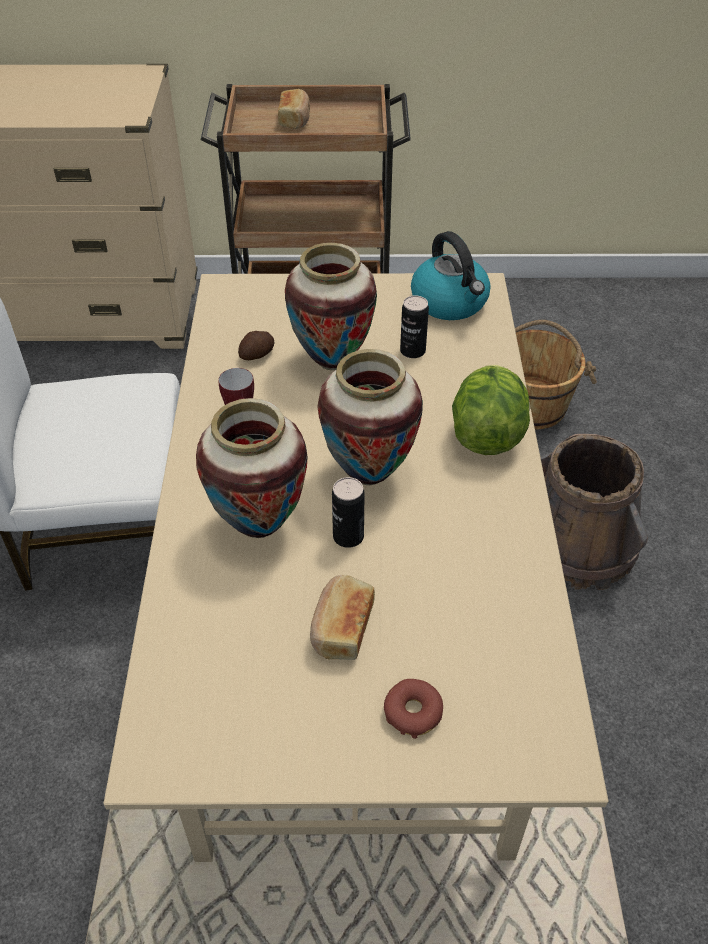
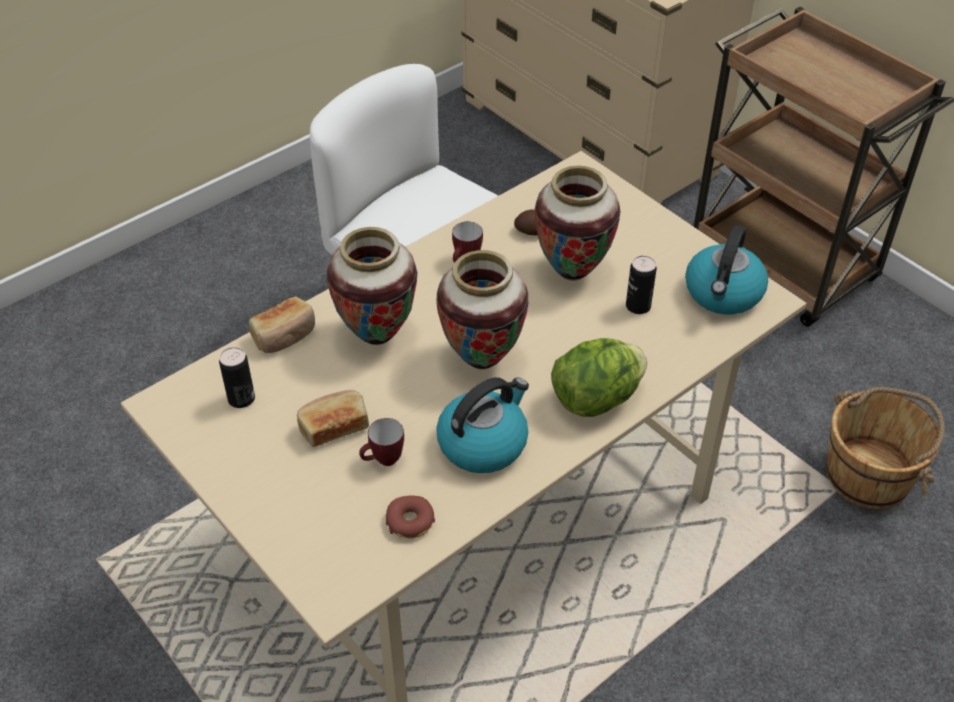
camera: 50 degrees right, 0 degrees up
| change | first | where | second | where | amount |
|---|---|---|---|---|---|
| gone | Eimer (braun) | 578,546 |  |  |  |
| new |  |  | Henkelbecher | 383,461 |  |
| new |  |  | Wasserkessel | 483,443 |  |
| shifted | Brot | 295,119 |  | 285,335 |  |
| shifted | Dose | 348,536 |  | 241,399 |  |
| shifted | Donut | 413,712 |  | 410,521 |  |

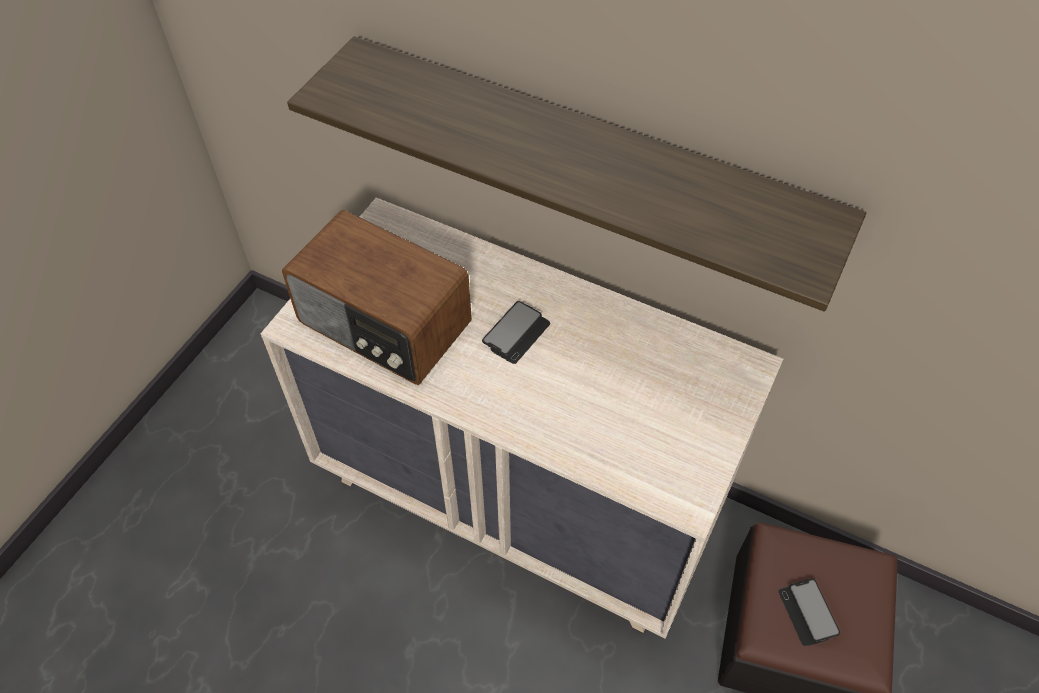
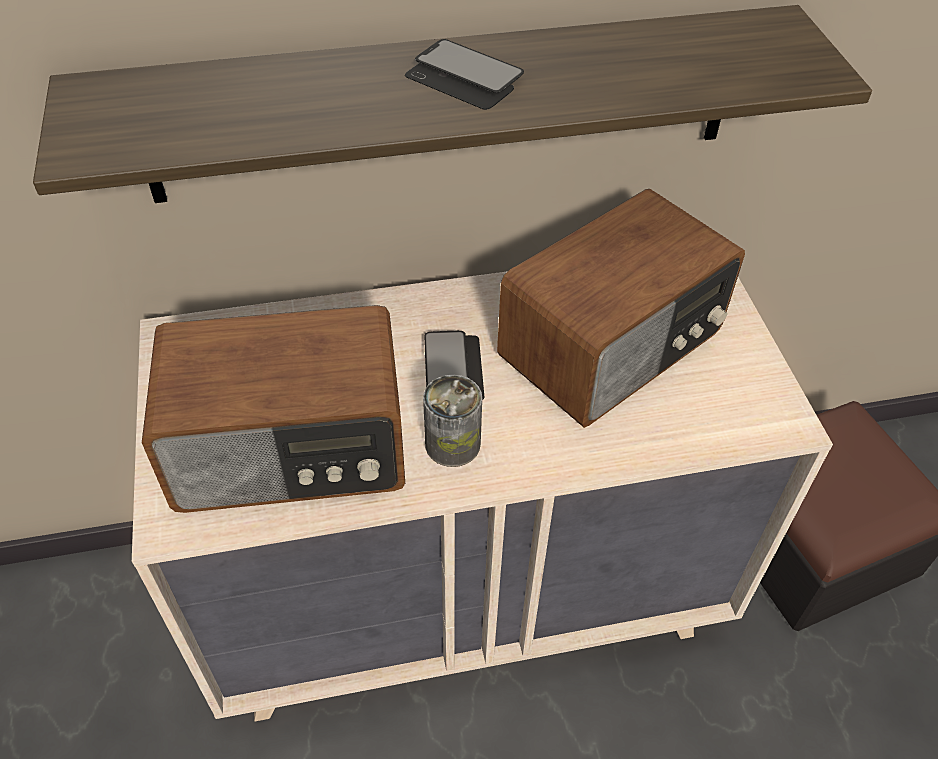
camera: 40 degrees left, 5 degrees down
| change | first | where | second | where | amount |
|---|---|---|---|---|---|
| new |  |  | Dose | 452,444 |  |
| new |  |  | Radio | 614,345 |  |
| shifted | Handy | 808,612 |  | 464,78 |  |

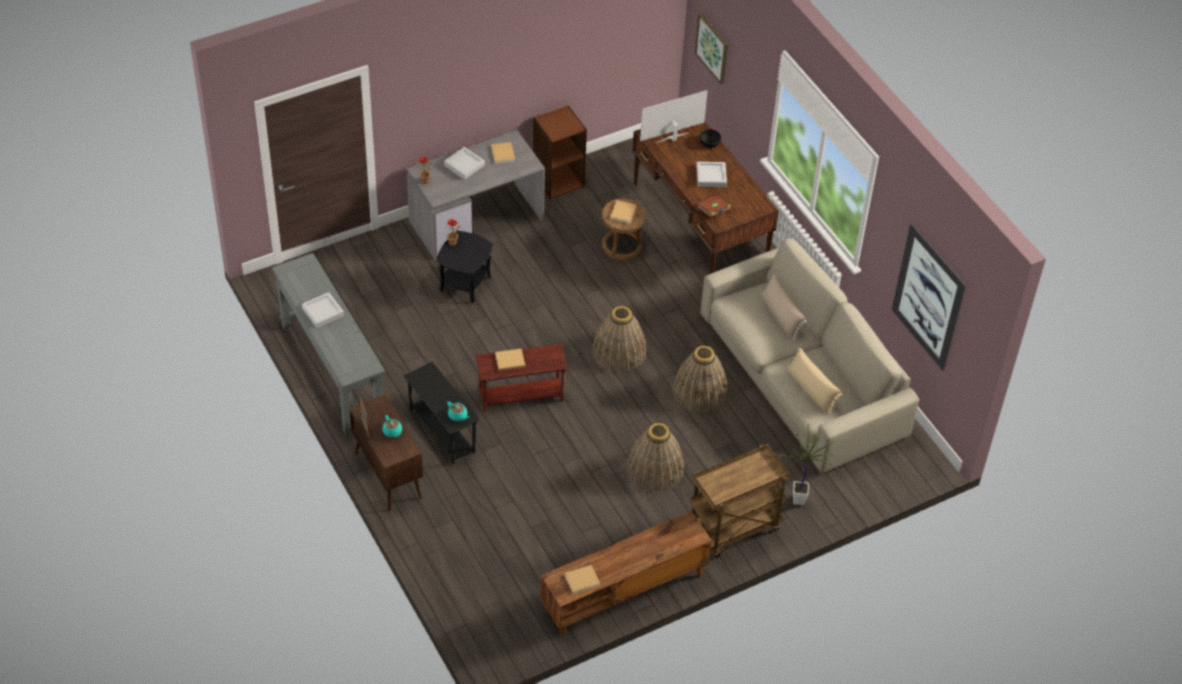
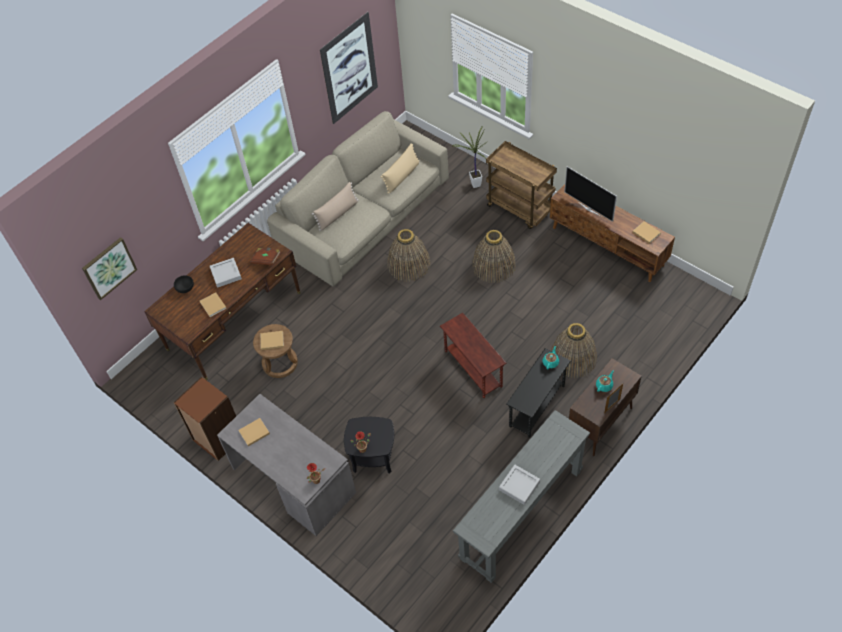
camera: 105 degrees left, 5 degrees up
| change | first | where | second | where | amount |
|---|---|---|---|---|---|
| gone | Tablett (grau) | 464,165 |  |  |  |
| shifted | Buch (beige) | 509,360 |  | 213,306 |  |
| shifted | Korb | 619,351 |  | 573,358 |  |
| shifted | Fernseher | 673,138 |  | 589,208 |  |

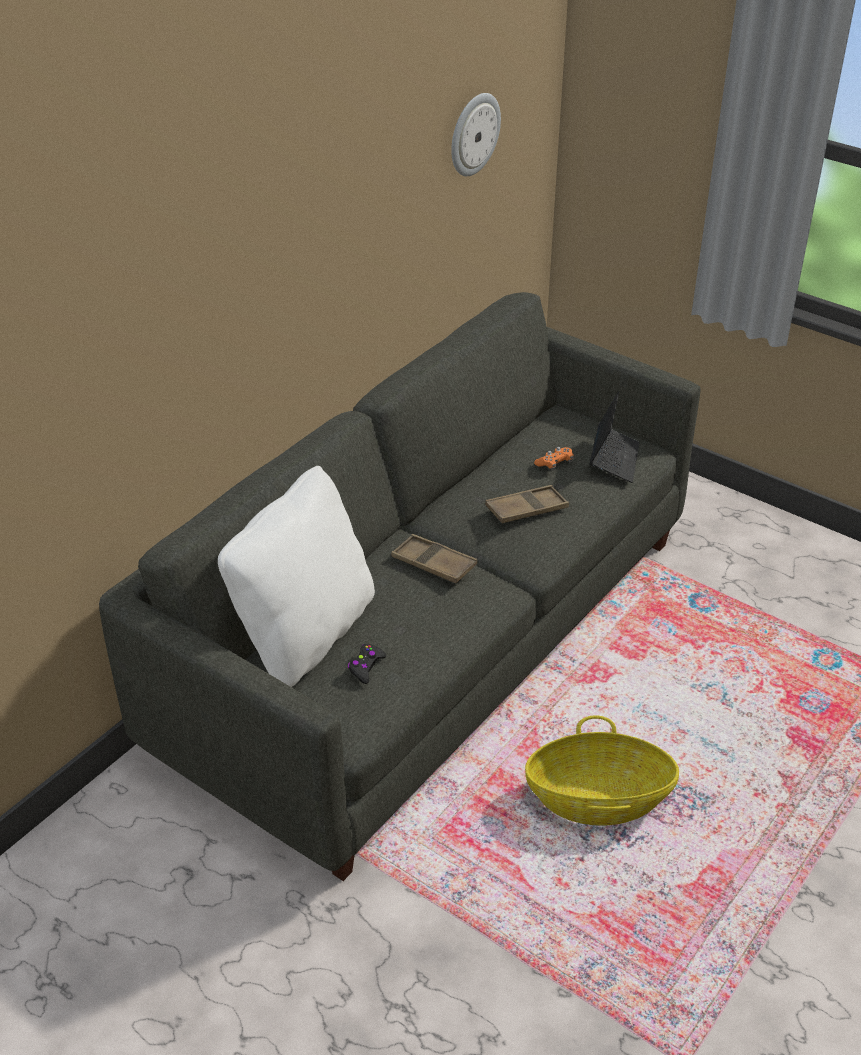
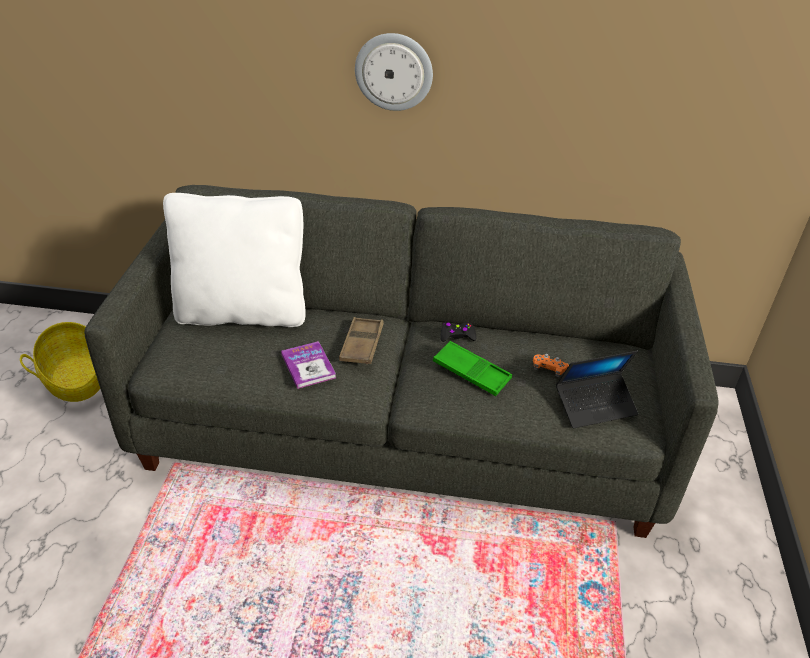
camera: 60 degrees right, 0 degrees up
| change | first | where | second | where | amount |
|---|---|---|---|---|---|
| new |  |  | Buch | 308,366 |  |
| shifted | Gamepad (schwarz) | 366,667 |  | 457,335 |  |
| shifted | Wanduhr | 473,134 |  | 394,72 |  |
| shifted | Korb | 598,799 |  | 77,379 |  |
| repainted | Tablett (braun) | 526,509 | Tablett (grün) | 471,372 |  |

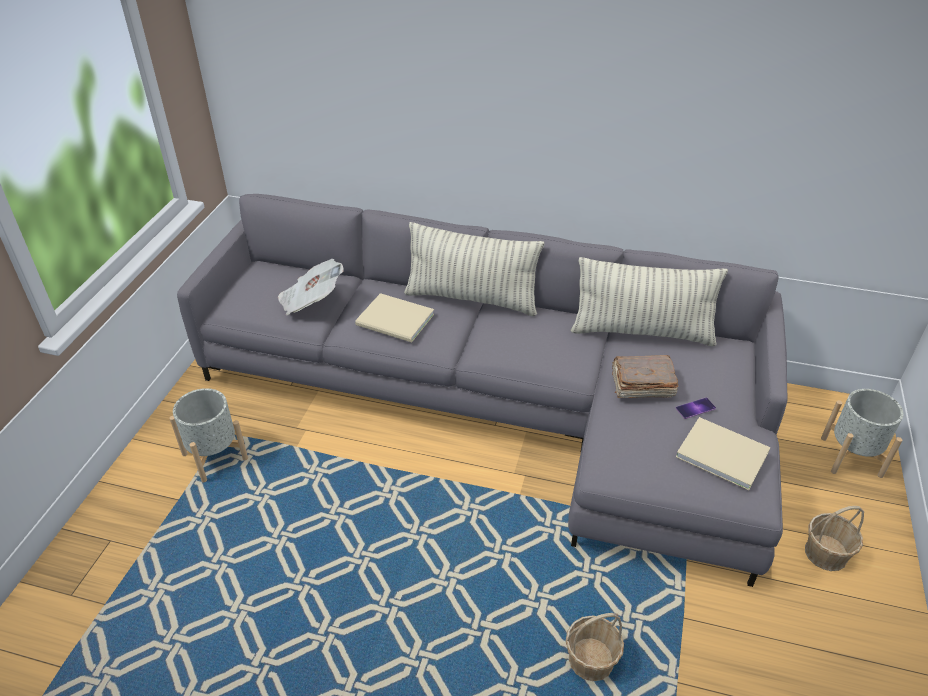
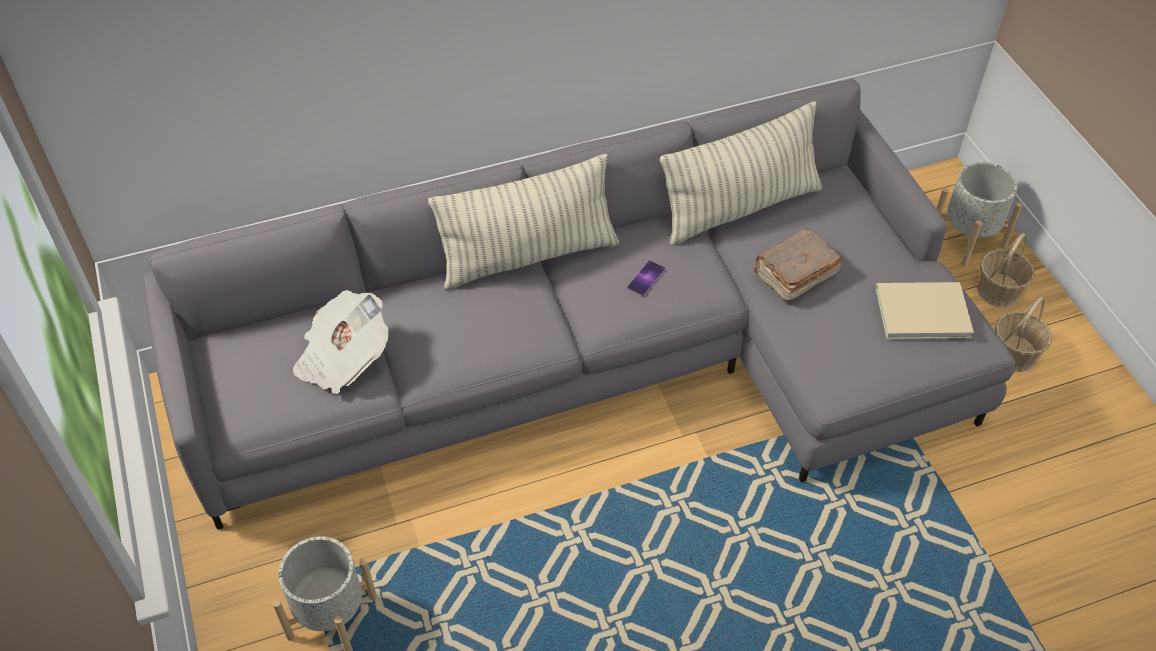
camera: 35 degrees left, 10 degrees up
| change | first | where | second | where | amount |
|---|---|---|---|---|---|
| gone | Buch (beige) | 396,321 |  |  |  |
| shifted | Korb | 591,660 |  | 999,291 |  |
| shifted | Handy | 695,408 |  | 646,278 |  |

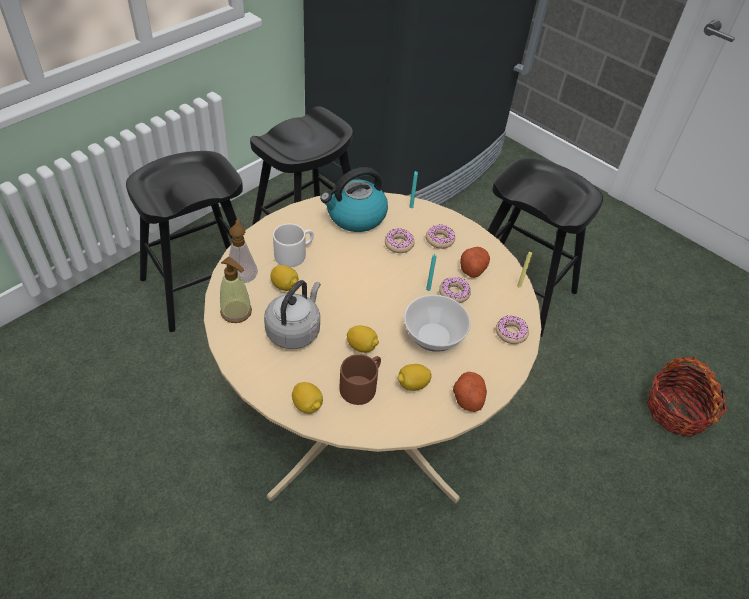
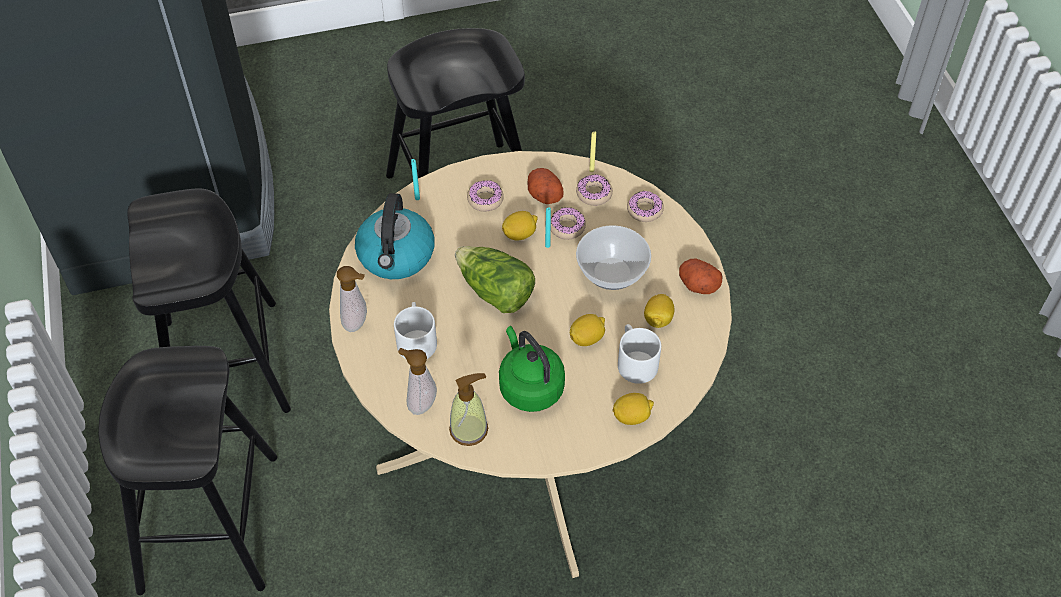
camera: 55 degrees left, 5 degrees up
| change | first | where | second | where | amount |
|---|---|---|---|---|---|
| gone | Korb | 676,410 |  |  |  |
| new |  |  | Seifenspender | 358,323 |  |
| new |  |  | Salatkopf | 495,292 |  |
| shifted | Zitrone | 285,286 |  | 520,234 |  |
| shifted | Donut | 399,244 |  | 594,194 |  |
| repainted | Wasserkessel (grau) | 295,330 | Wasserkessel (grün) | 529,386 |  |
| repainted | Henkelbecher (braun) | 361,385 | Henkelbecher (weiß) | 634,361 |  |

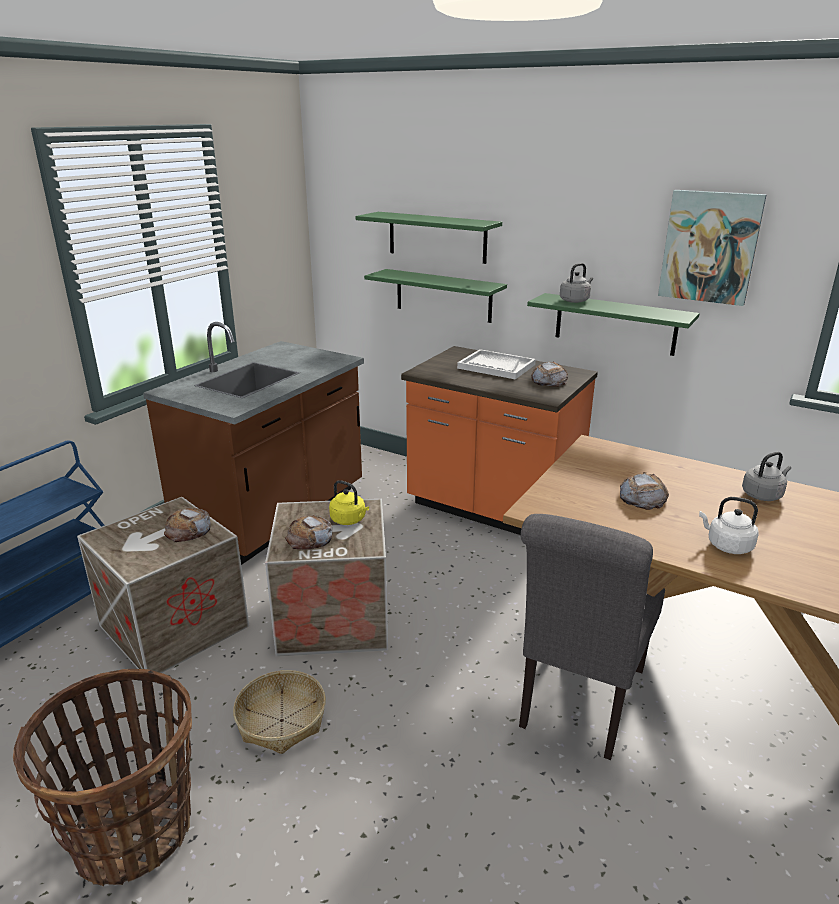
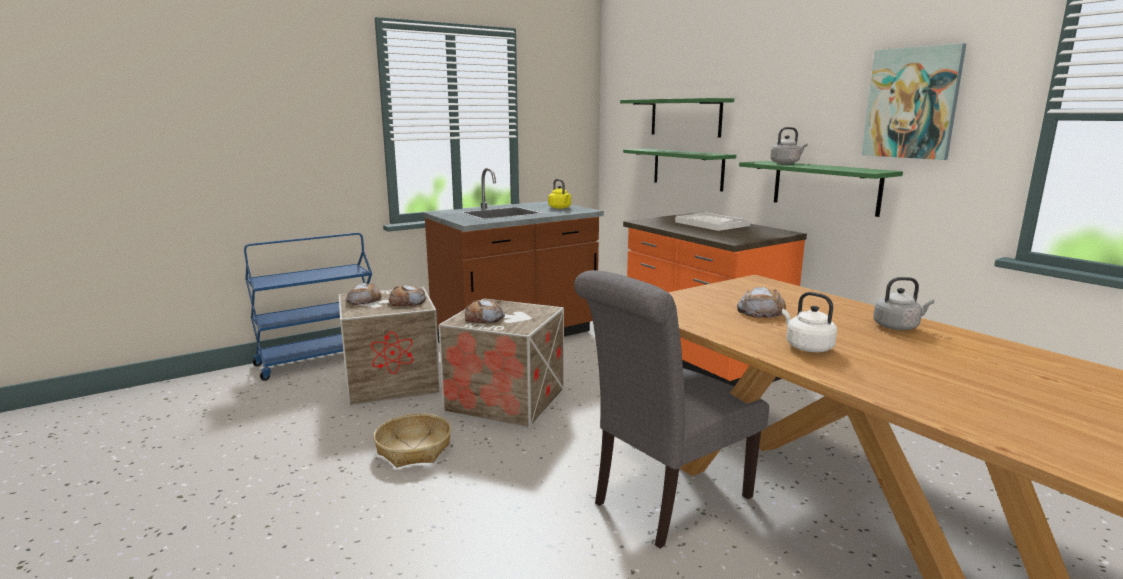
camera: 25 degrees right, 10 degrees down
| change | first | where | second | where | amount |
|---|---|---|---|---|---|
| gone | Korb | 133,832 |  |  |  |
| shifted | Wasserkessel (gelb) | 349,520 |  | 560,208 |  |
| shifted | Brot | 549,380 |  | 364,300 |  |

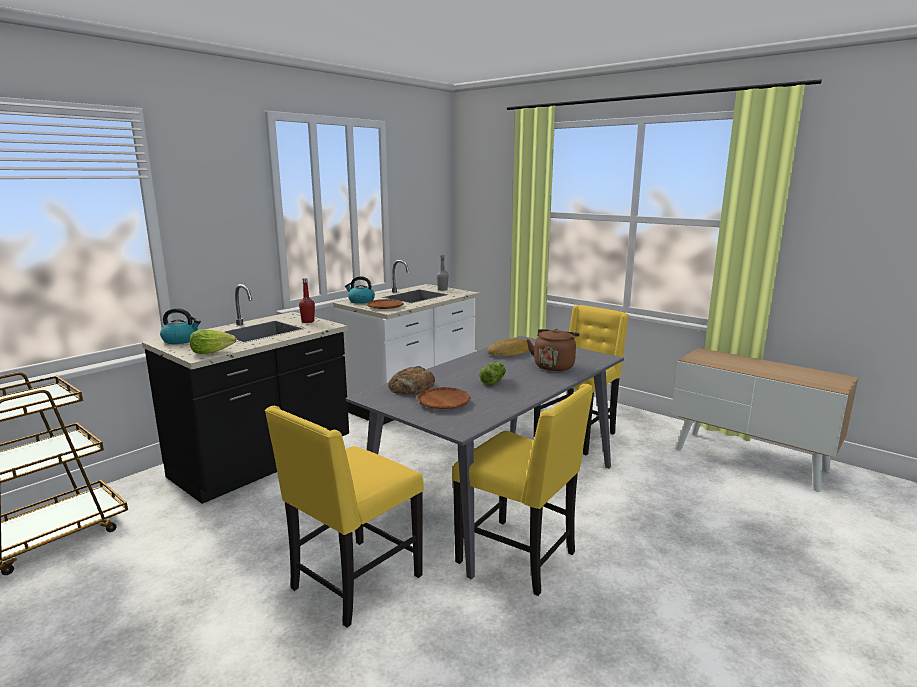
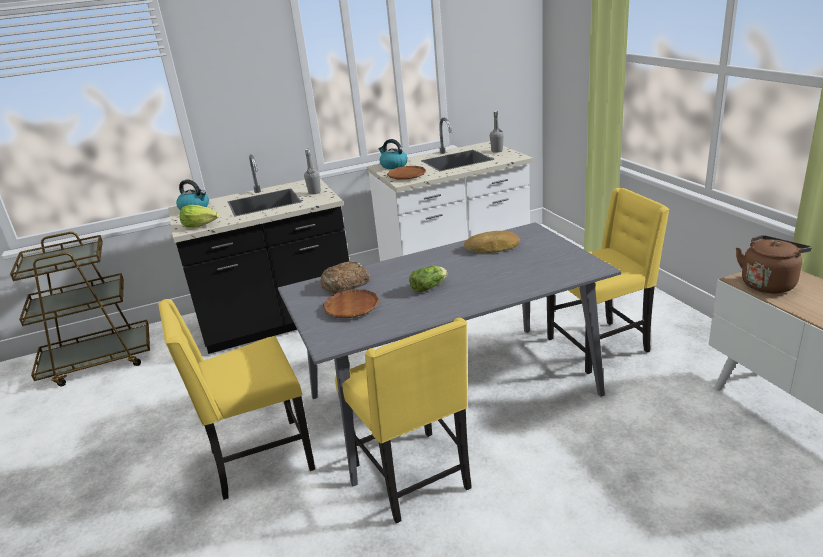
camera: 30 degrees right, 10 degrees up
| change | first | where | second | where | amount |
|---|---|---|---|---|---|
| shifted | Wasserkessel (braun) | 554,366 |  | 769,283 |  |
| repainted | Flasche (rot) | 308,321 | Flasche (grau) | 314,192 |  |

